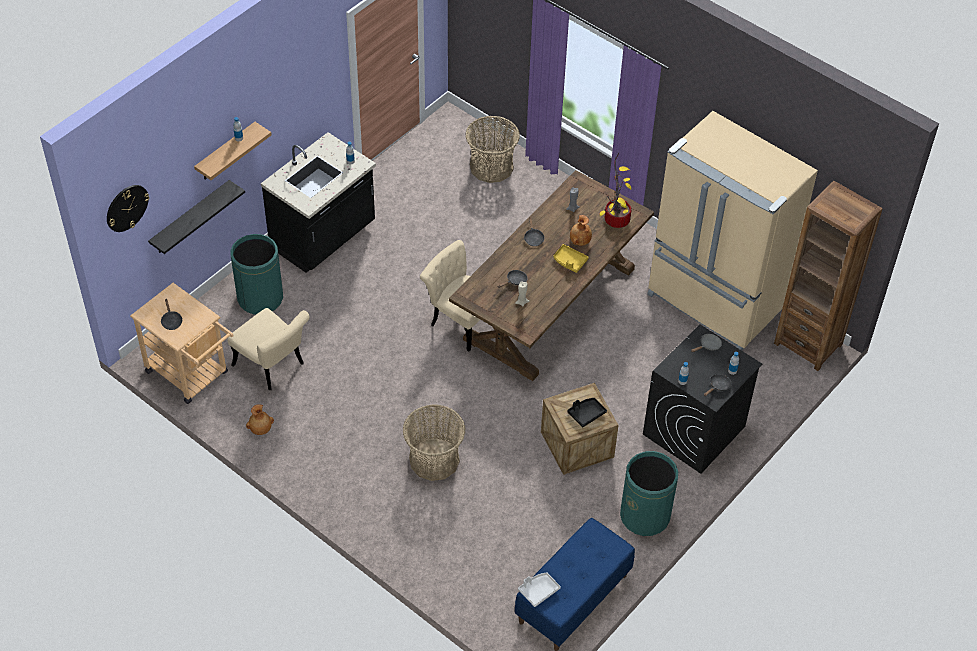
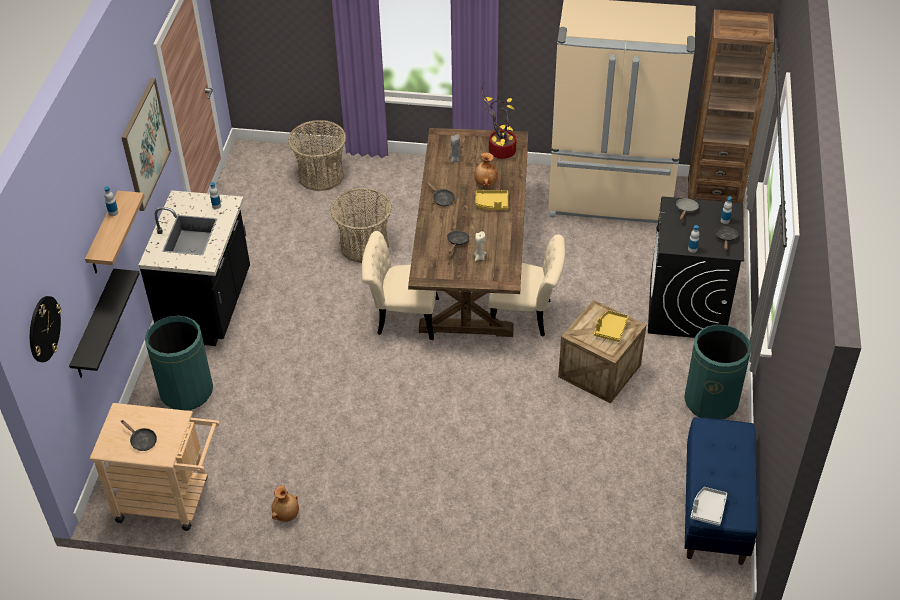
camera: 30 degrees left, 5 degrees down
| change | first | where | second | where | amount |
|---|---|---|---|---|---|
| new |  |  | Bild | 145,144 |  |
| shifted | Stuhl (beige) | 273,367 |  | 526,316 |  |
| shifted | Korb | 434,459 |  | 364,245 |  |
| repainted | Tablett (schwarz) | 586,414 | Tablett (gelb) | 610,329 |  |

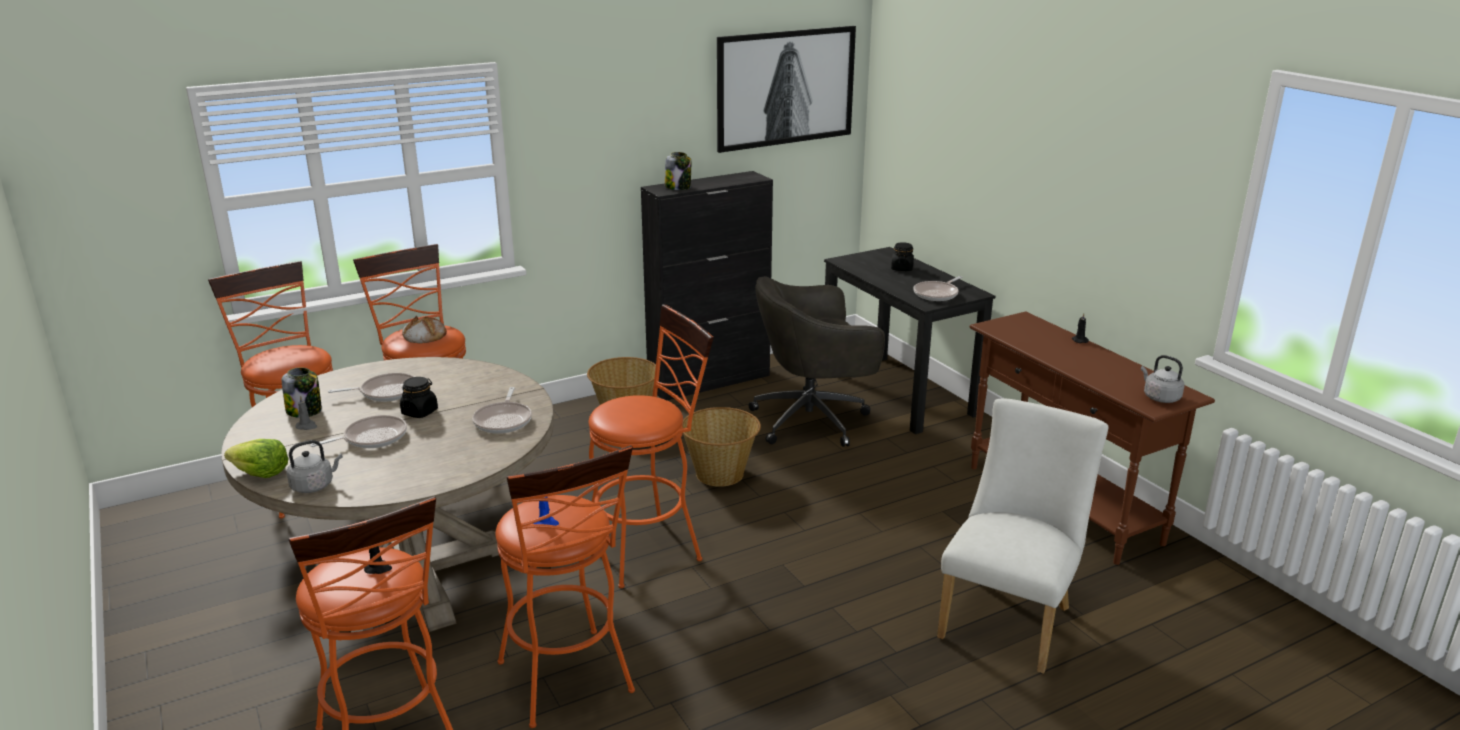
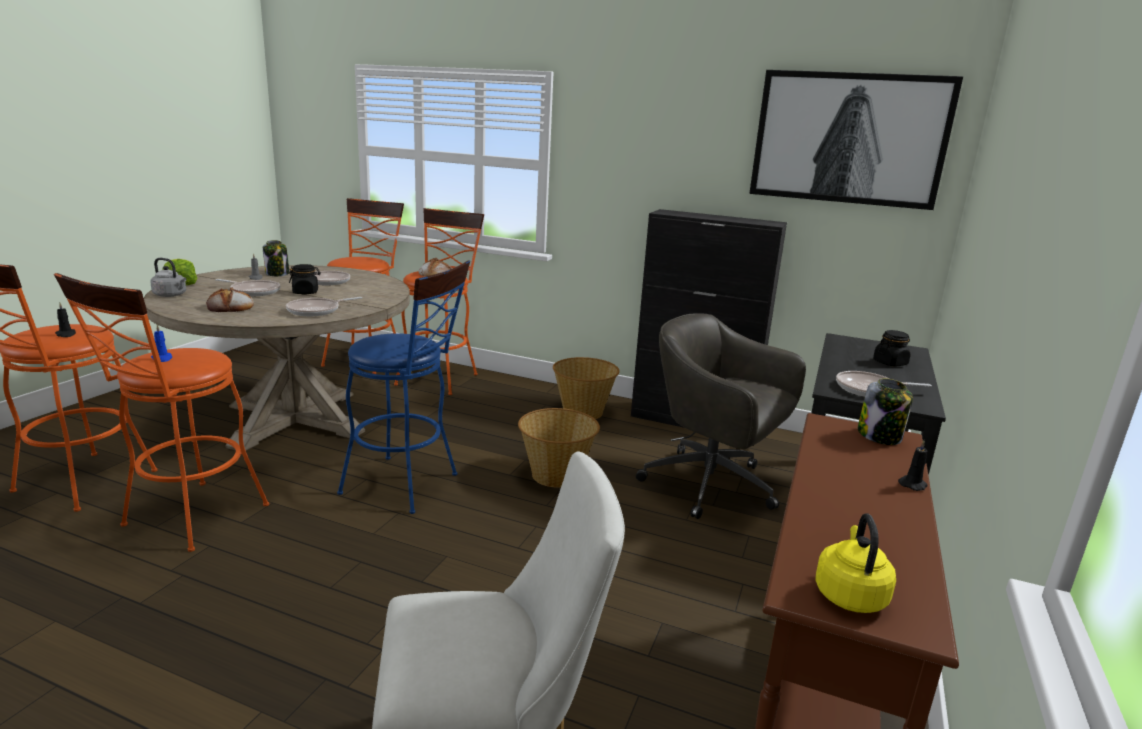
camera: 50 degrees right, 5 degrees down
| change | first | where | second | where | amount |
|---|---|---|---|---|---|
| new |  |  | Brot | 231,307 |  |
| shifted | Vorratsglas | 678,187 |  | 880,436 |  |
| repainted | Hocker (orange) | 650,547 | Hocker (blau) | 408,485 |  |
| repainted | Wasserkessel (grau) | 1159,397 | Wasserkessel (gelb) | 849,594 |  |

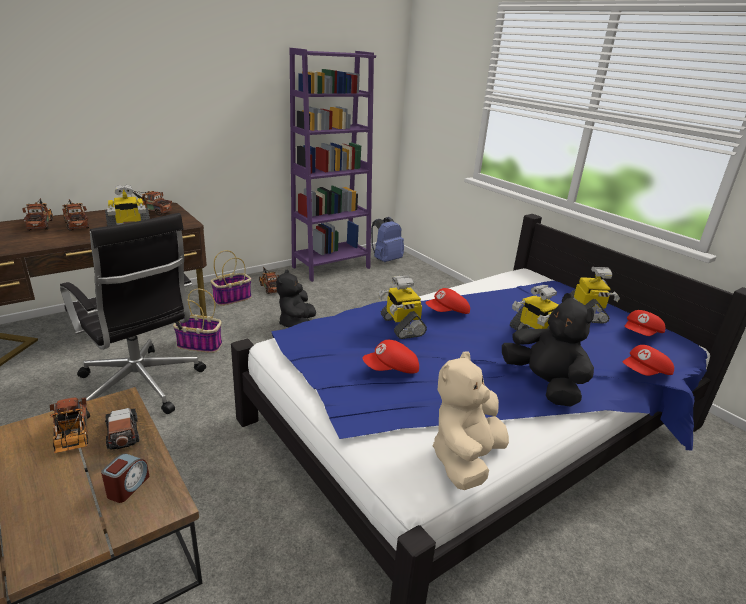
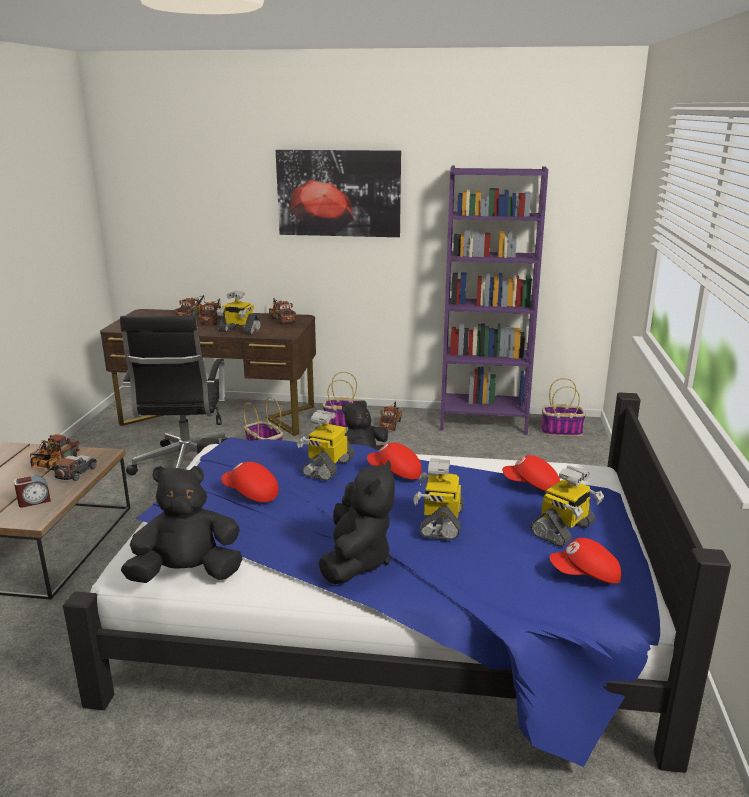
camera: 45 degrees right, 5 degrees down
| change | first | where | second | where | amount |
|---|---|---|---|---|---|
| new |  |  | Bild | 339,193 |  |
| shifted | Kappe (rot) | 645,373 |  | 531,486 |  |
| swapped | Rucksack (blau) | 385,260 | Korb | 561,431 |  |
| repainted | Plüschtier (beige) | 465,459 | Plüschtier (schwarz) | 187,574 |  |

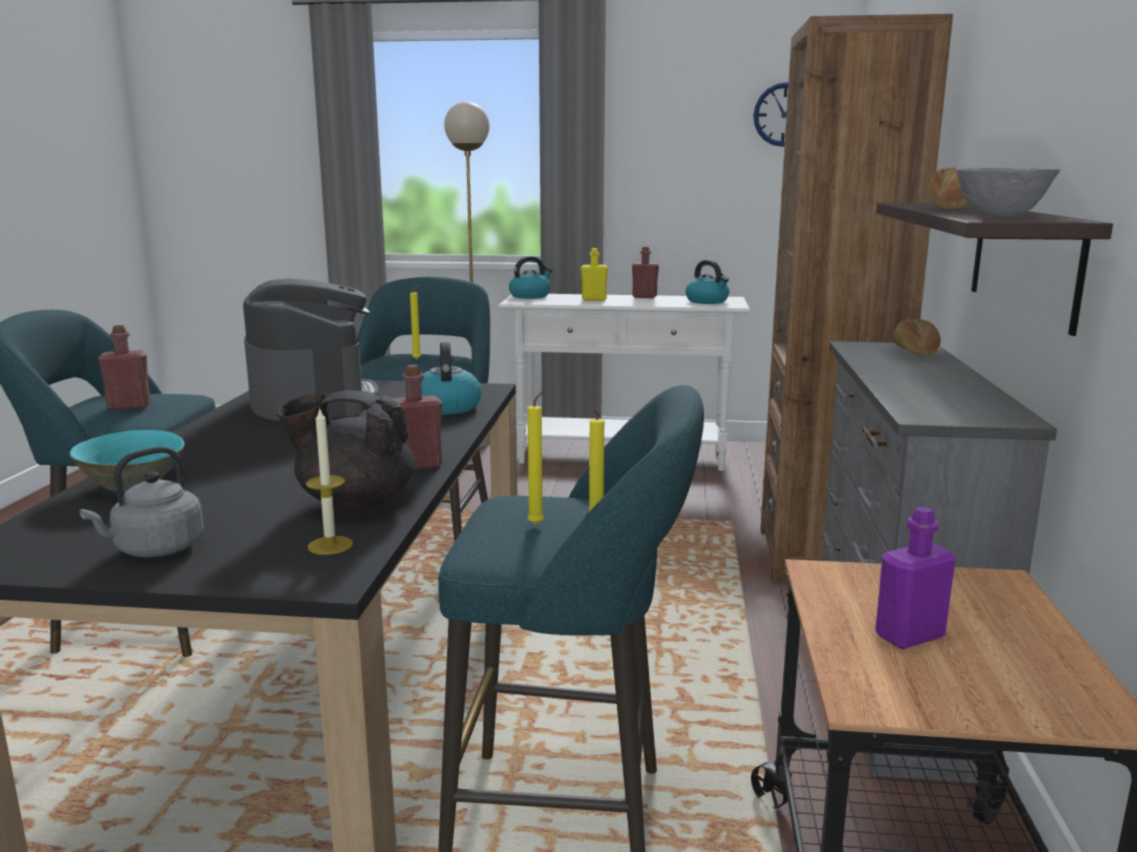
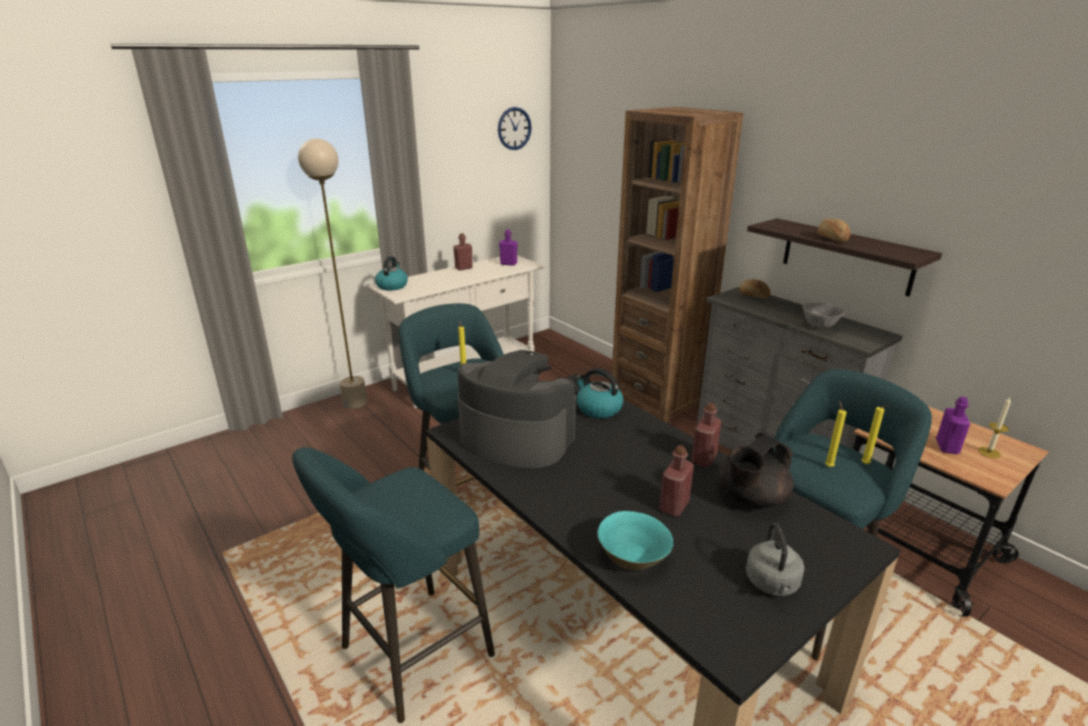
camera: 45 degrees left, 10 degrees up
| change | first | where | second | where | amount |
|---|---|---|---|---|---|
| gone | Flasche (gelb) | 594,299 |  |  |  |
| shifted | Flasche (rot) | 129,406 |  | 674,506 |  |
| shifted | Kerze | 330,545 |  | 989,452 |  |
| shifted | Schüssel (grau) | 1001,217 |  | 820,327 |  |
| swapped | Wasserkessel | 707,301 | Flasche (lila) | 508,264 |  |

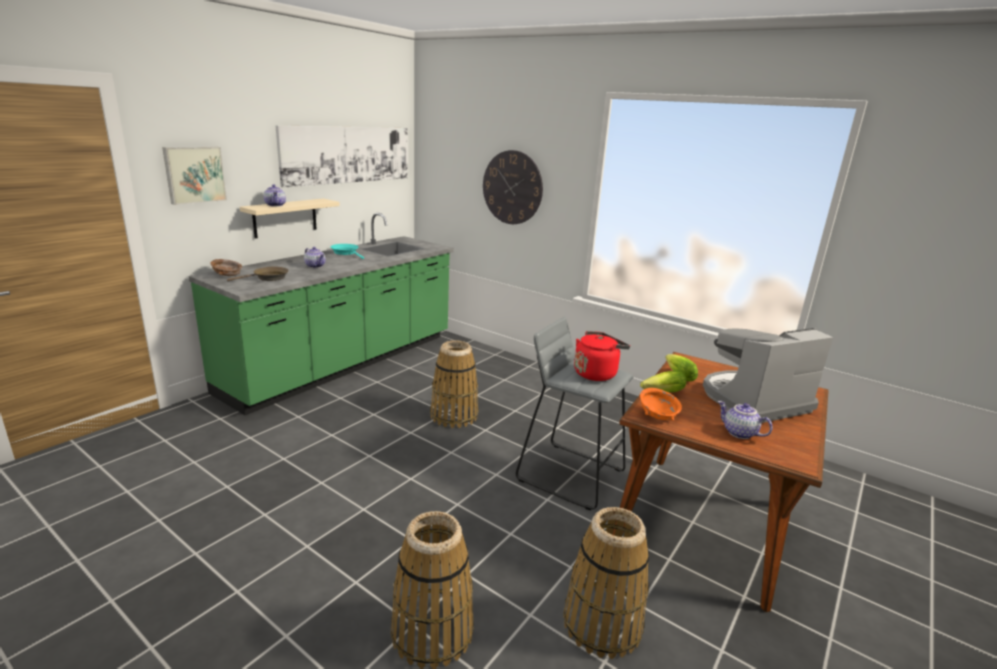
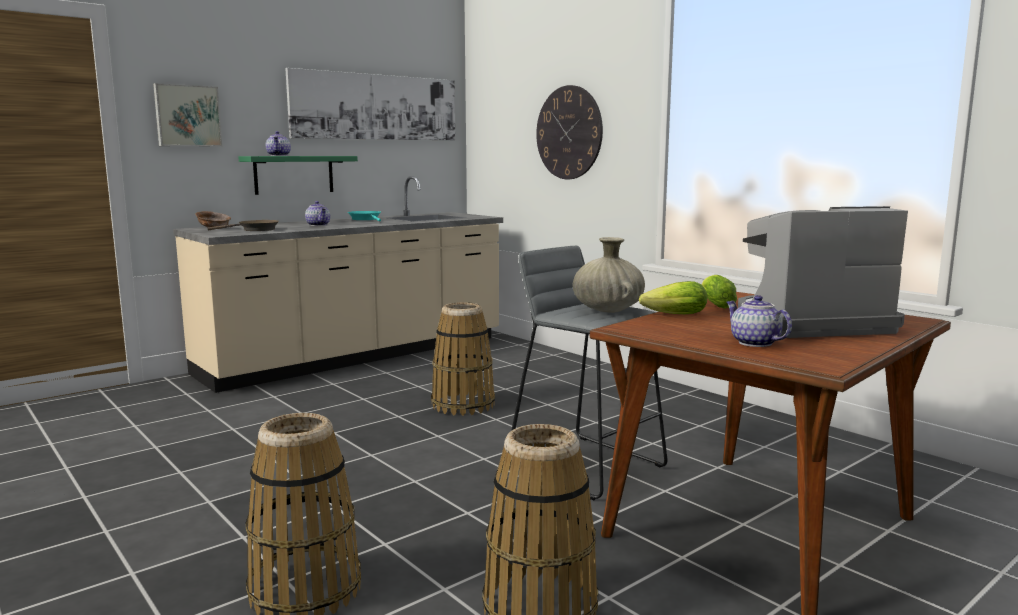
camera: 15 degrees right, 10 degrees down
| change | first | where | second | where | amount |
|---|---|---|---|---|---|
| gone | Schüssel (orange) | 657,415 |  |  |  |
| swapped | Wasserkessel (rot) | 596,373 | Vase (beige) | 608,310 |  |
| repainted | Küchenzeile (grün) | 344,363 | Küchenzeile (beige) | 357,356 |  |
| repainted | Wandregal (beige) | 285,218 | Wandregal (grün) | 294,174 |  |

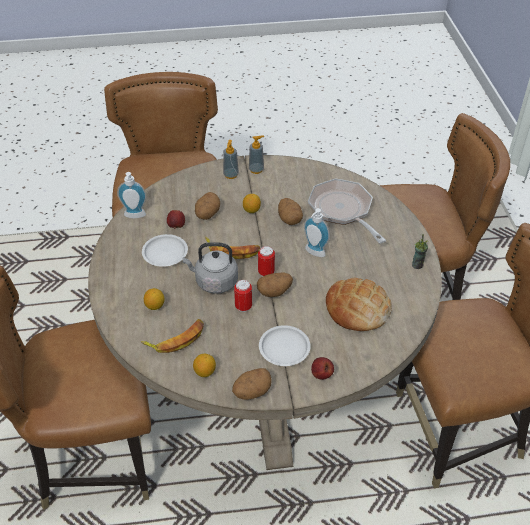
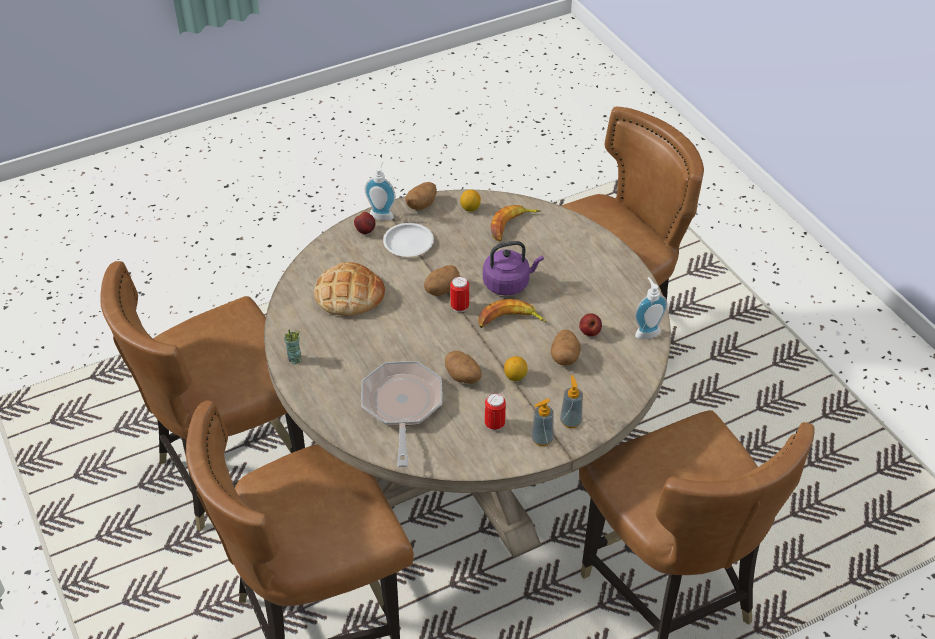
camera: 160 degrees right, 0 degrees up
| change | first | where | second | where | amount |
|---|---|---|---|---|---|
| gone | Teller (weiß) | 165,253 |  |  |  |
| gone | Zitrone | 155,306 |  |  |  |
| shifted | Dose | 243,306 |  | 494,424 |  |
| shifted | Seifenspender | 313,253 |  | 382,214 |  |
| repainted | Wasserkessel (grau) | 214,282 | Wasserkessel (lila) | 508,283 |  |
| rotated | Pfanne | 343,210 |  | 402,407 | 135 degrees counterclockwise |

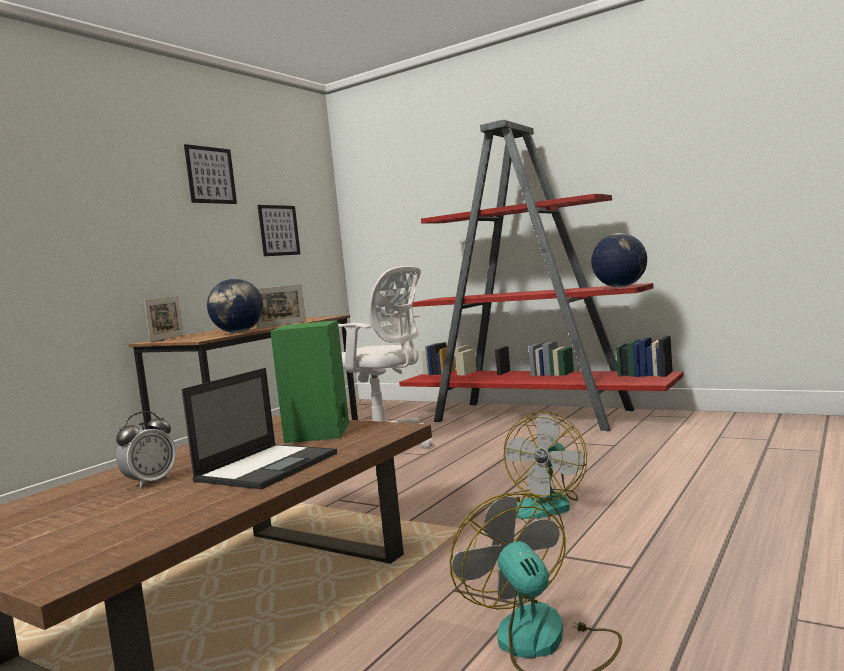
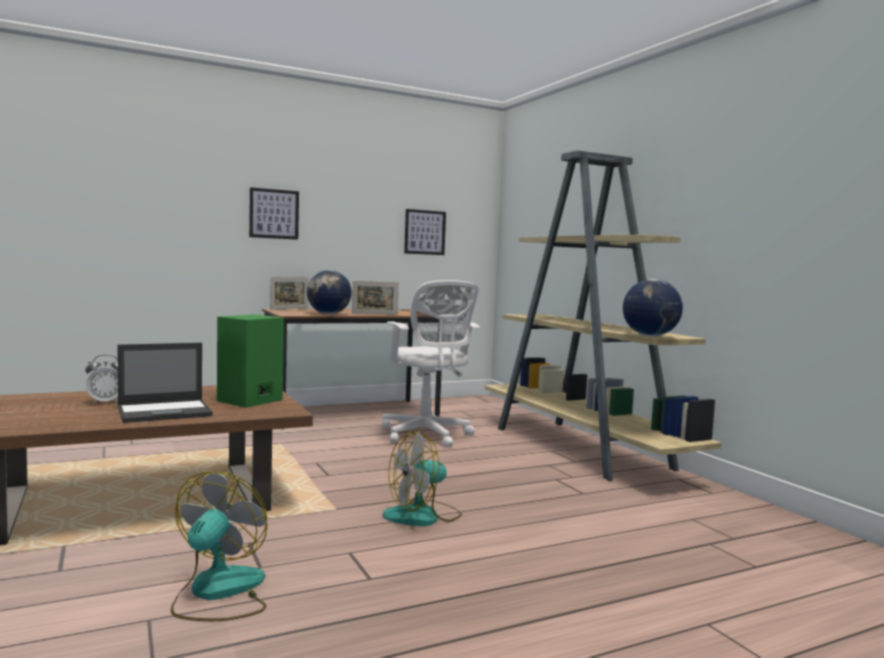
camera: 30 degrees right, 0 degrees up
| change | first | where | second | where | amount |
|---|---|---|---|---|---|
| shifted | Bild | 210,175 |  | 274,214 |  |
| repainted | Bücherregal (rot) | 535,416 | Bücherregal (beige) | 582,449 |  |

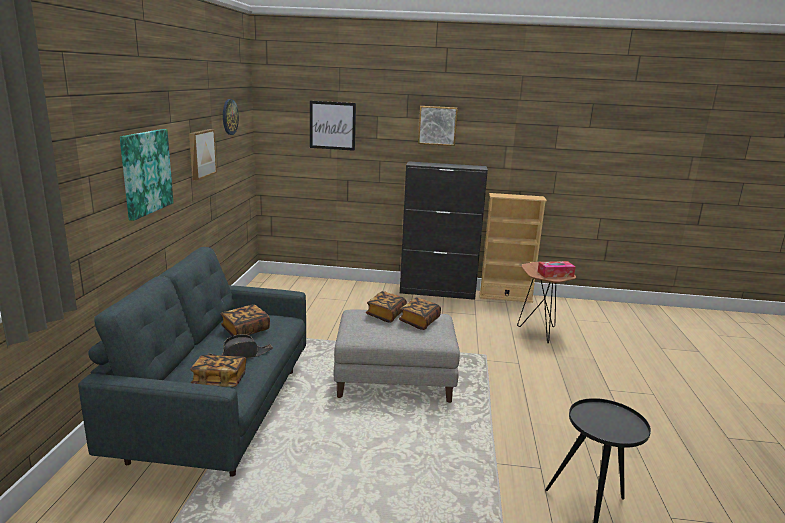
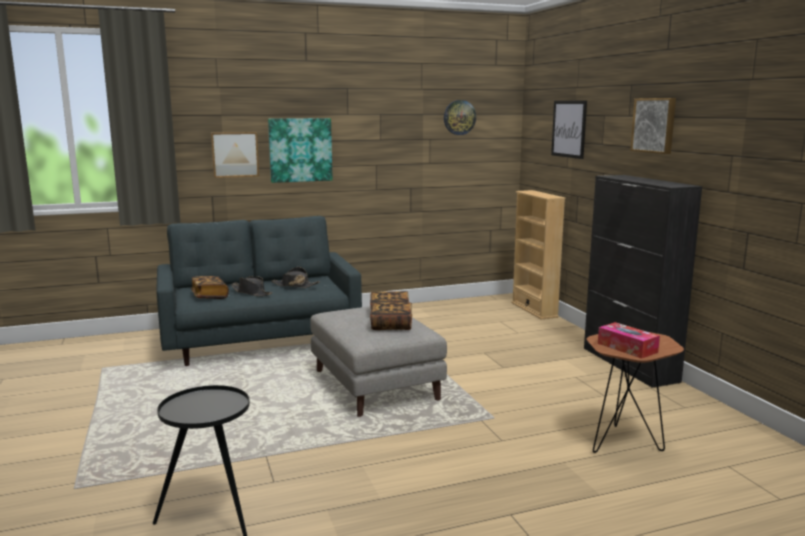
camera: 65 degrees right, 5 degrees down
| change | first | where | second | where | amount |
|---|---|---|---|---|---|
| shifted | Bild | 200,153 |  | 235,154 |  |
| shifted | Bücherregal (beige) | 505,297 |  | 534,310 |  |
| swapped | Buch | 245,330 | Hut (schwarz) | 295,285 |  |

